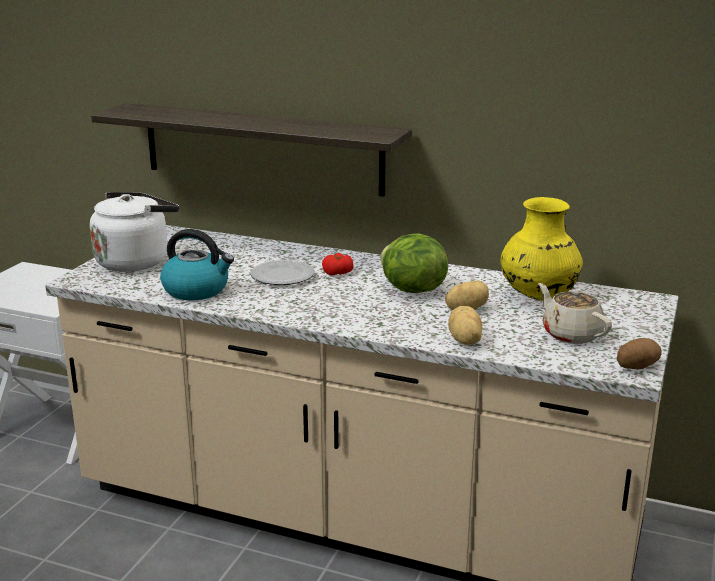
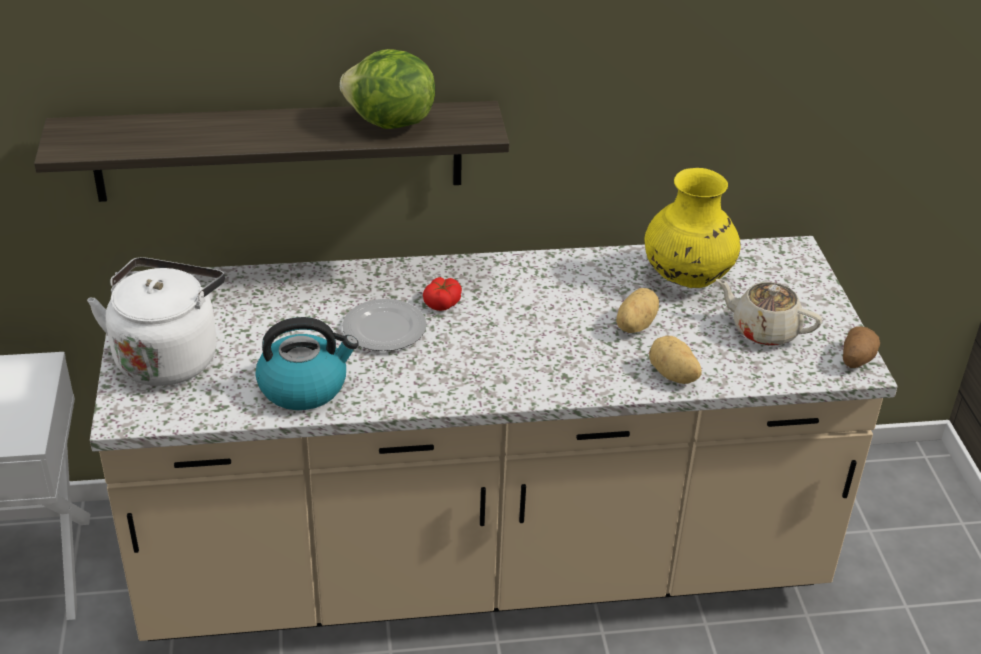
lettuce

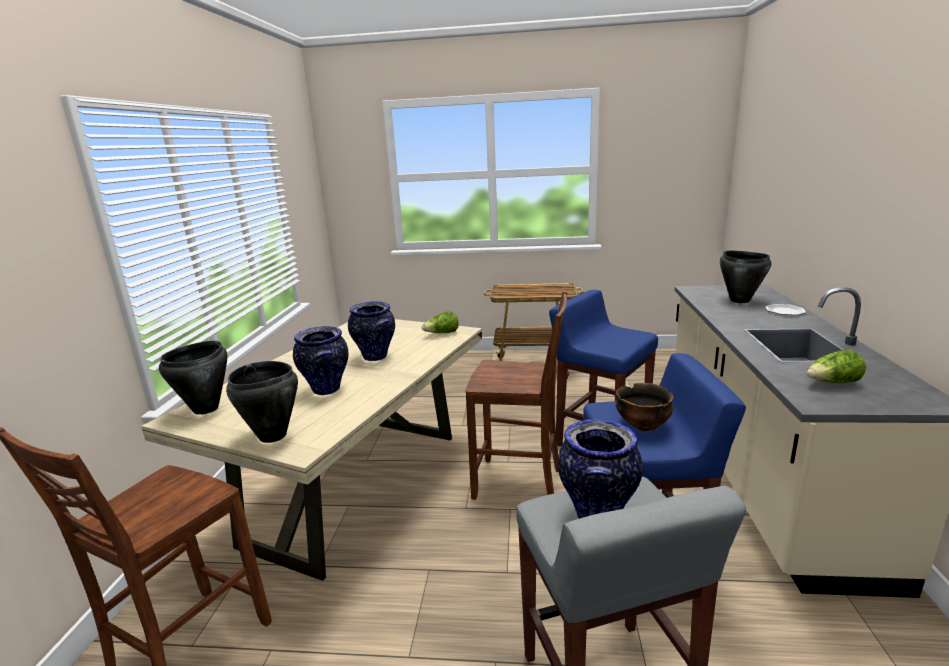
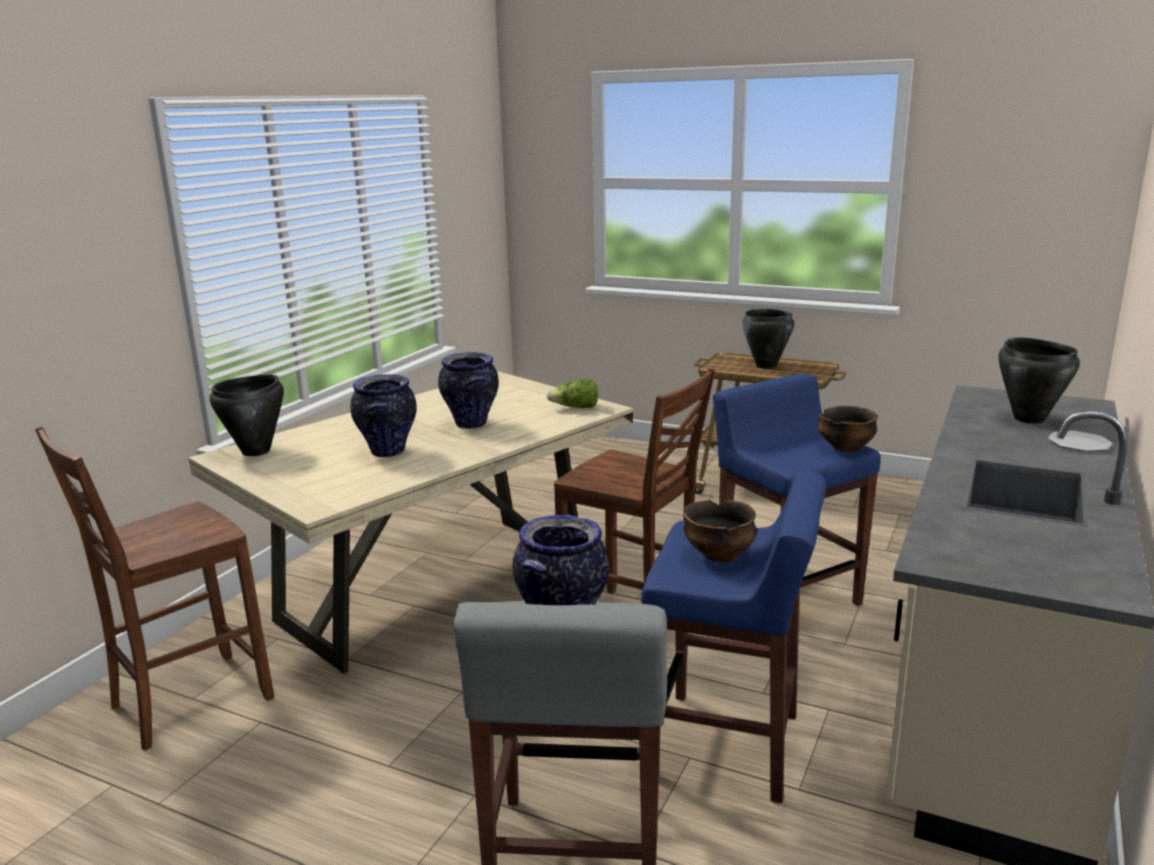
black cooking pot (2nd from left)
bowl (2nd from left)
lettuce (2nd from left in the first image)

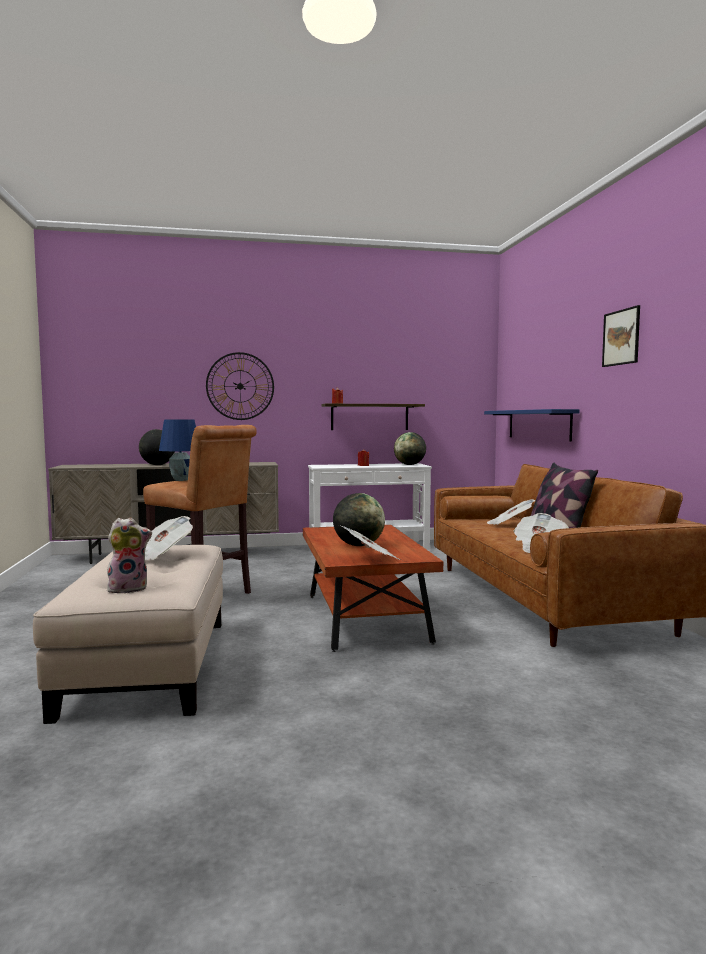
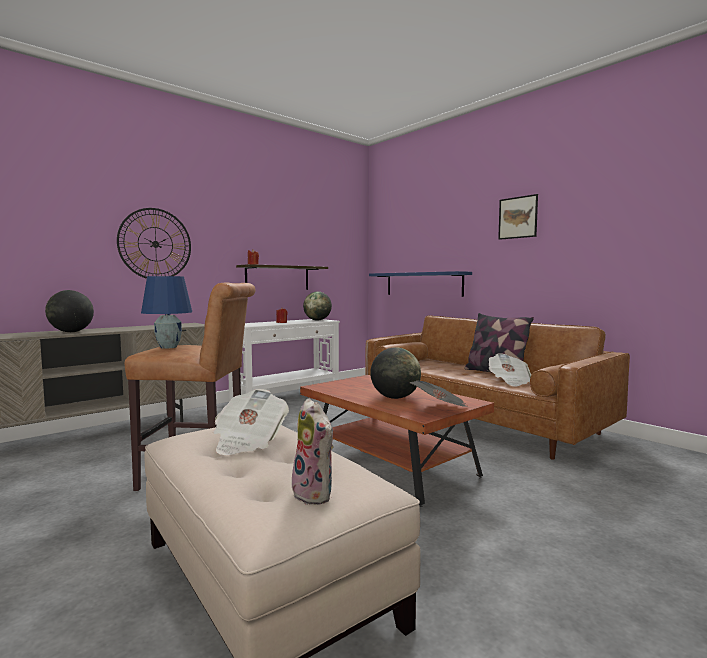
plush toy
newspaper (3rd from left in the first image)

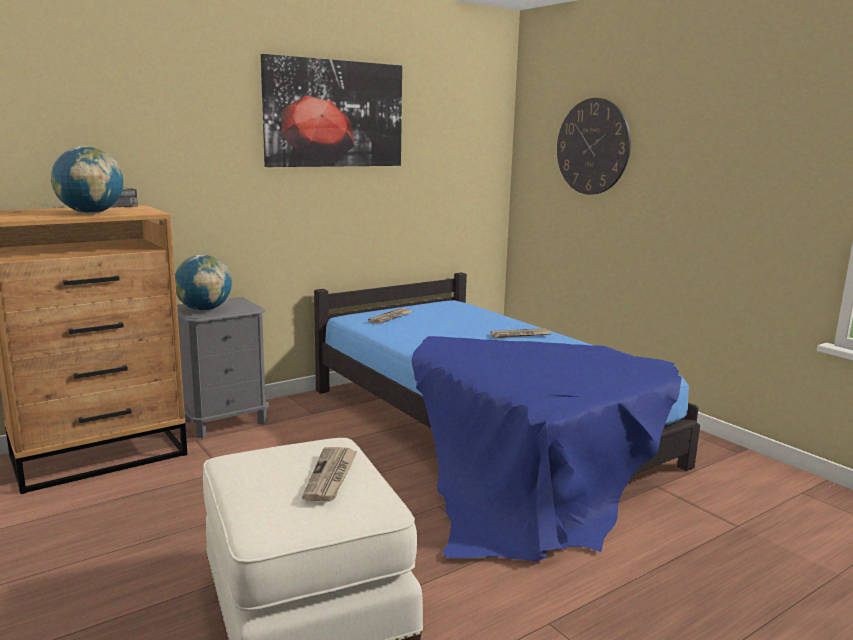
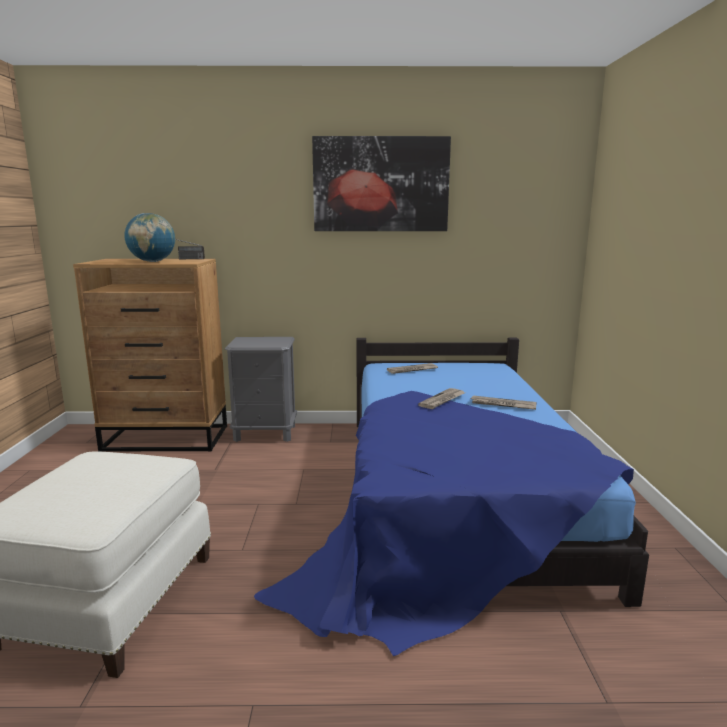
newspaper (2nd from left)
globe (2nd from left in the first image)
wall clock

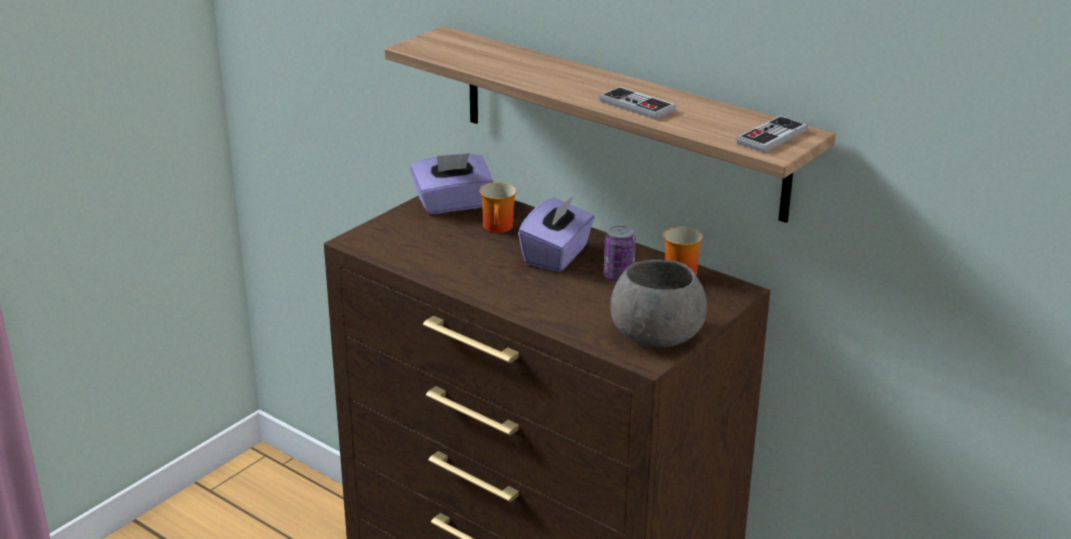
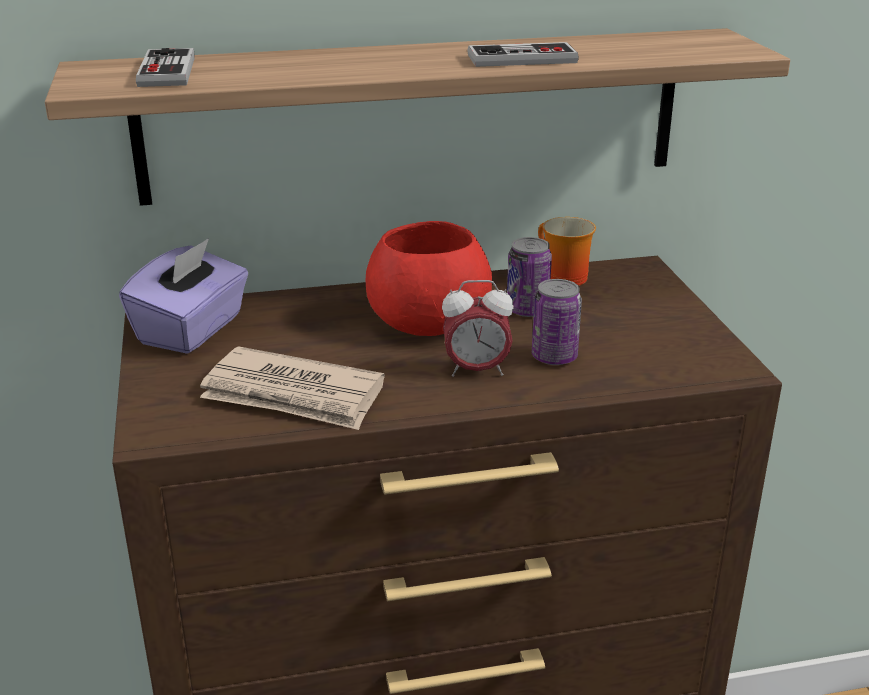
game controller (1st from left)
newspaper
red bowl
alarm clock
can (2nd from left)
mug (1st from left in the first image)
grey bowl

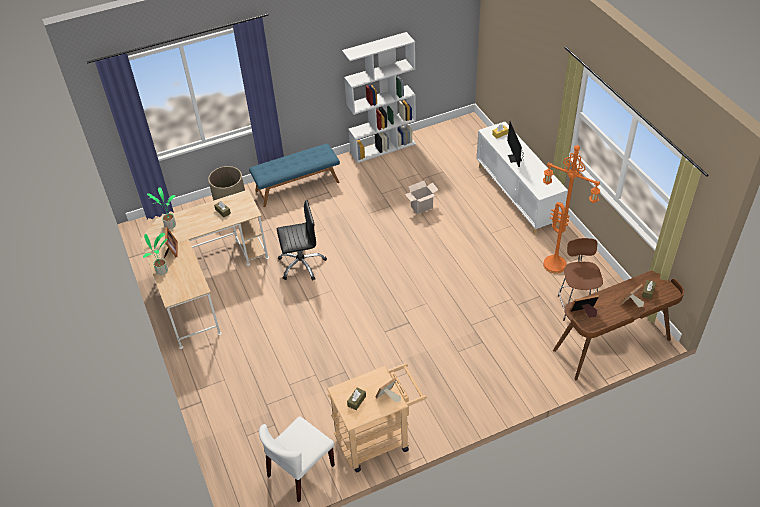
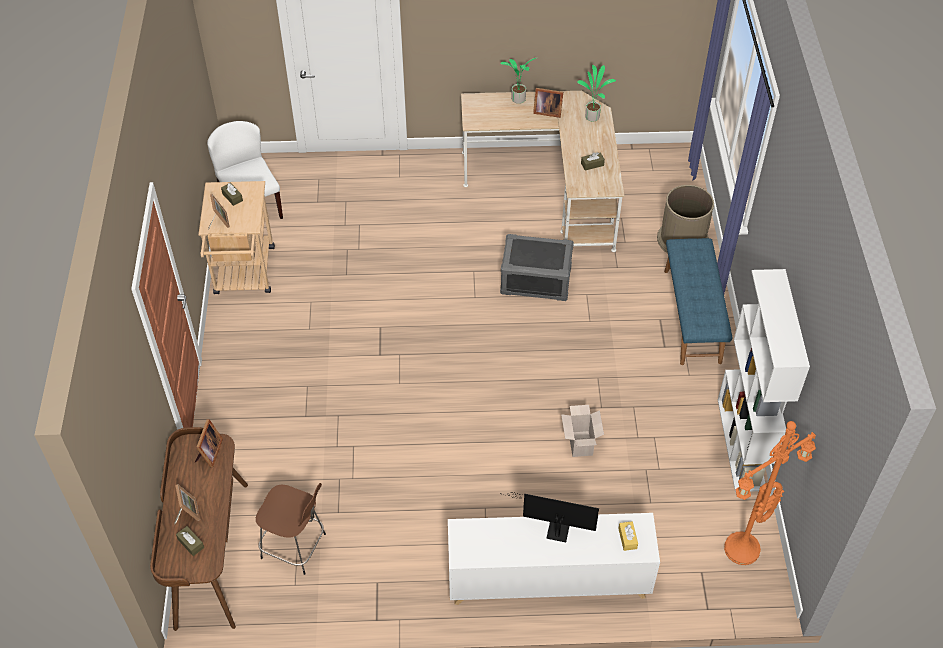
grey storage box
orange floor lamp

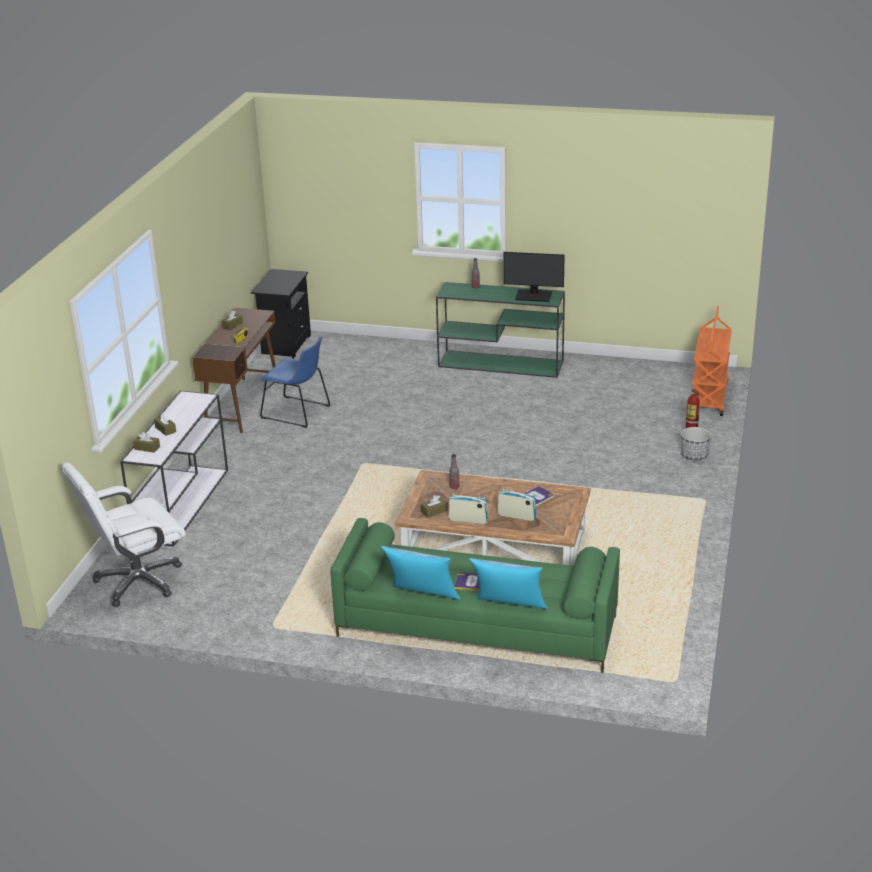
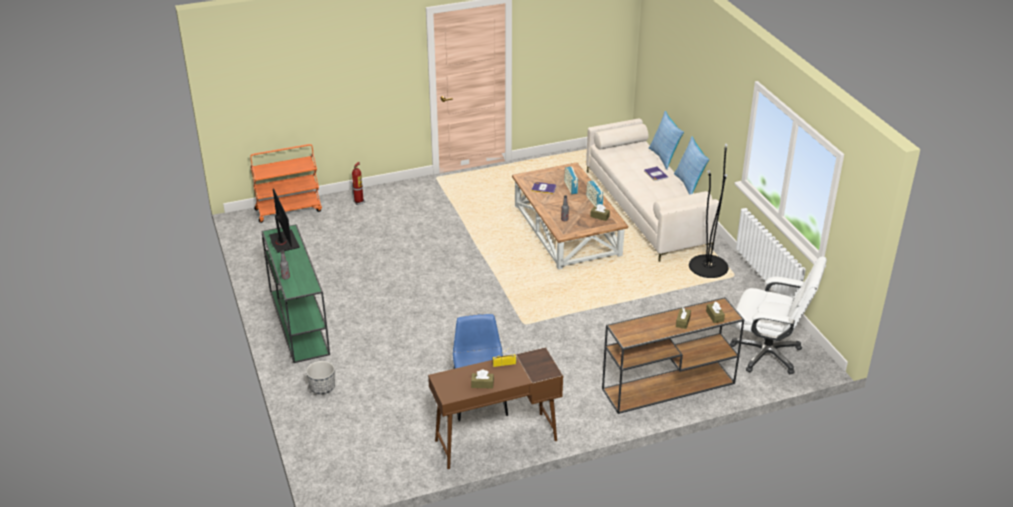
planter
beige sofa
brown console table
black floor lamp
black nightstand

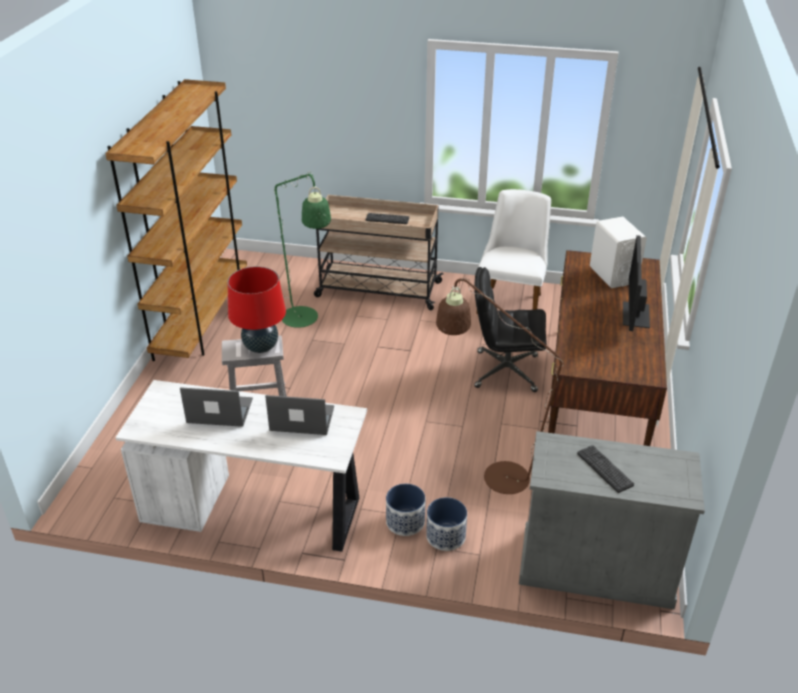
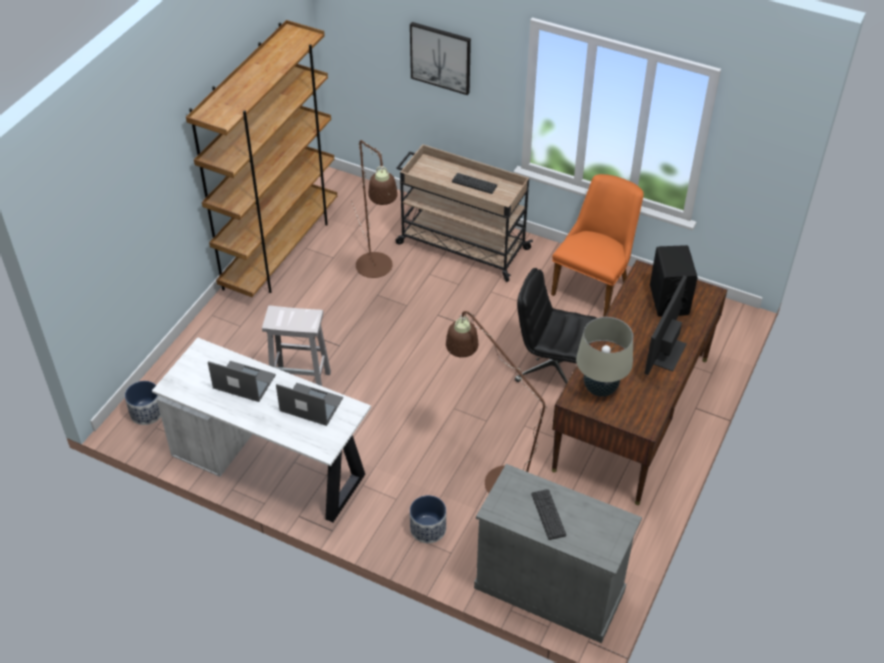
planter (1st from left)
brown floor lamp (1st from left)
picture
orange chair
beige table lamp
black speaker
red table lamp

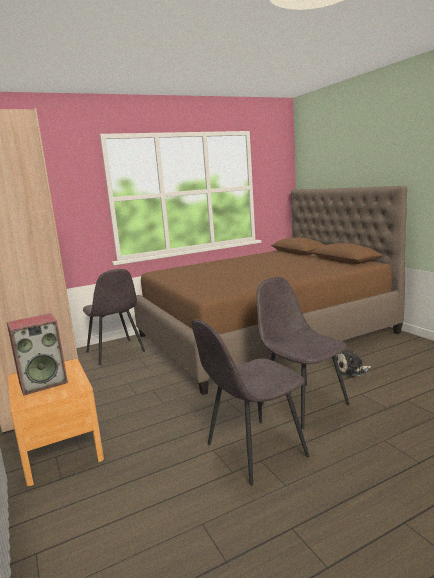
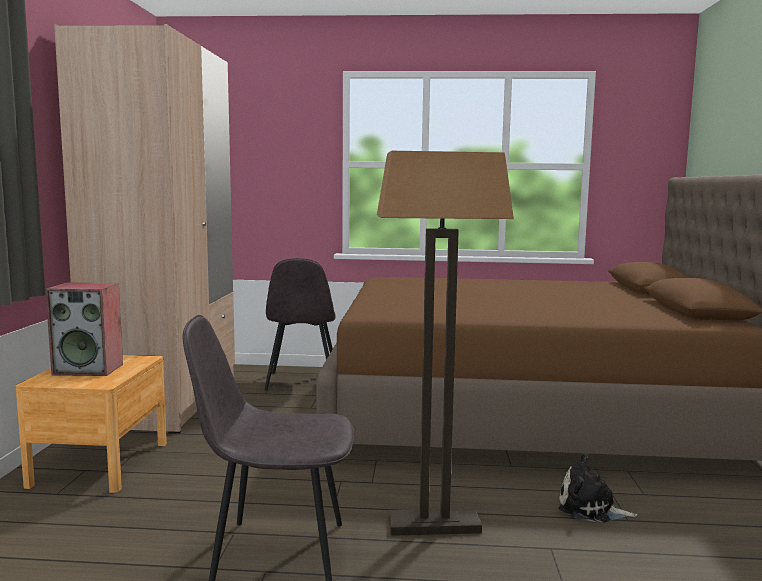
floor lamp

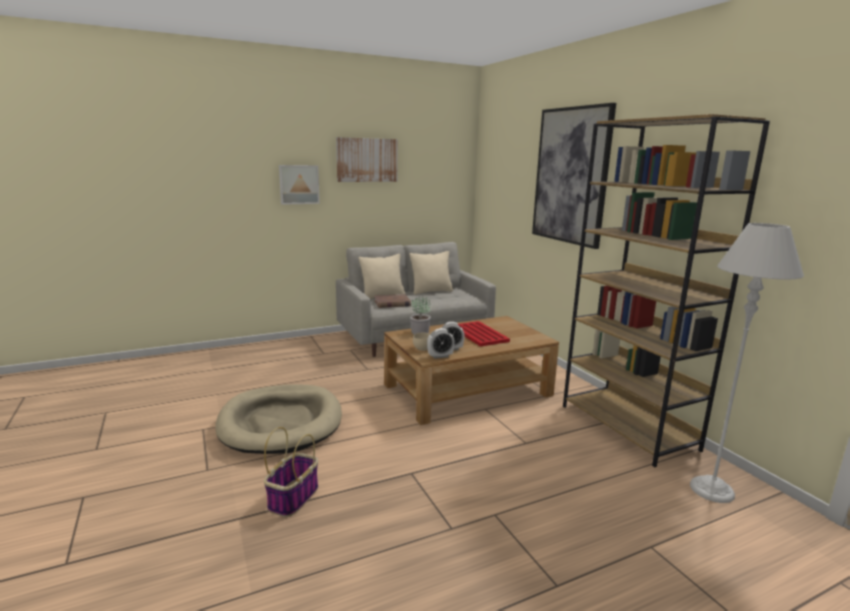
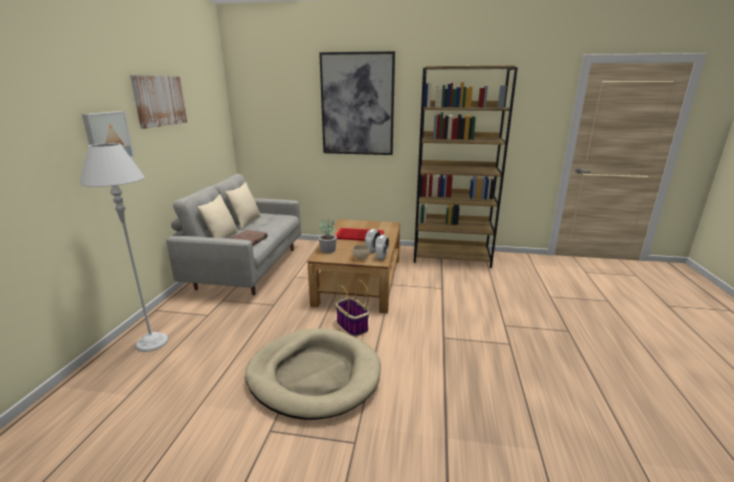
grey floor lamp
basket

